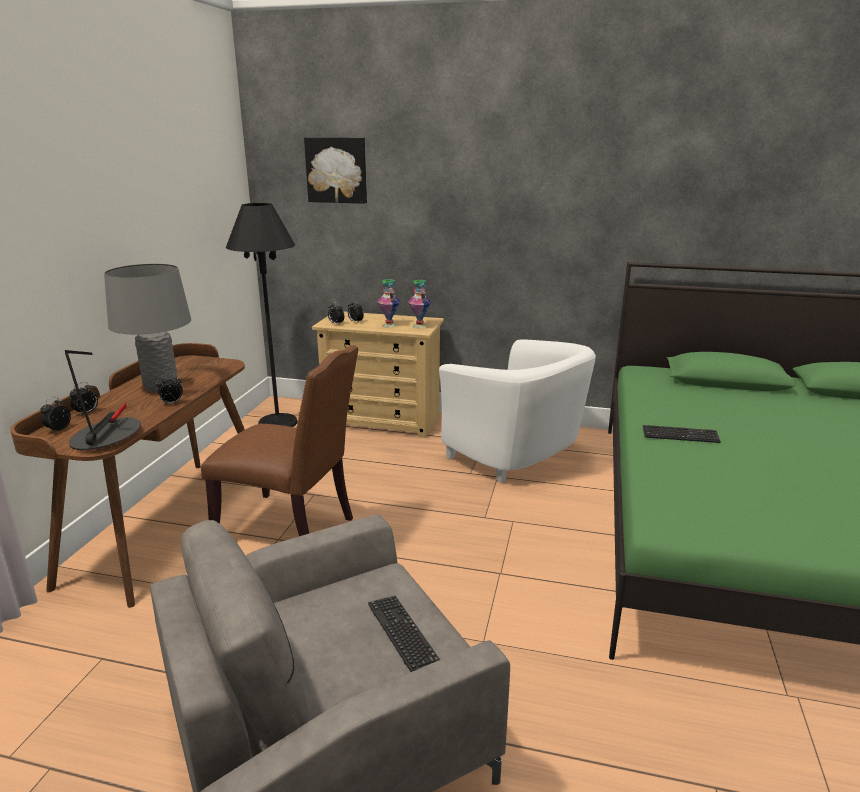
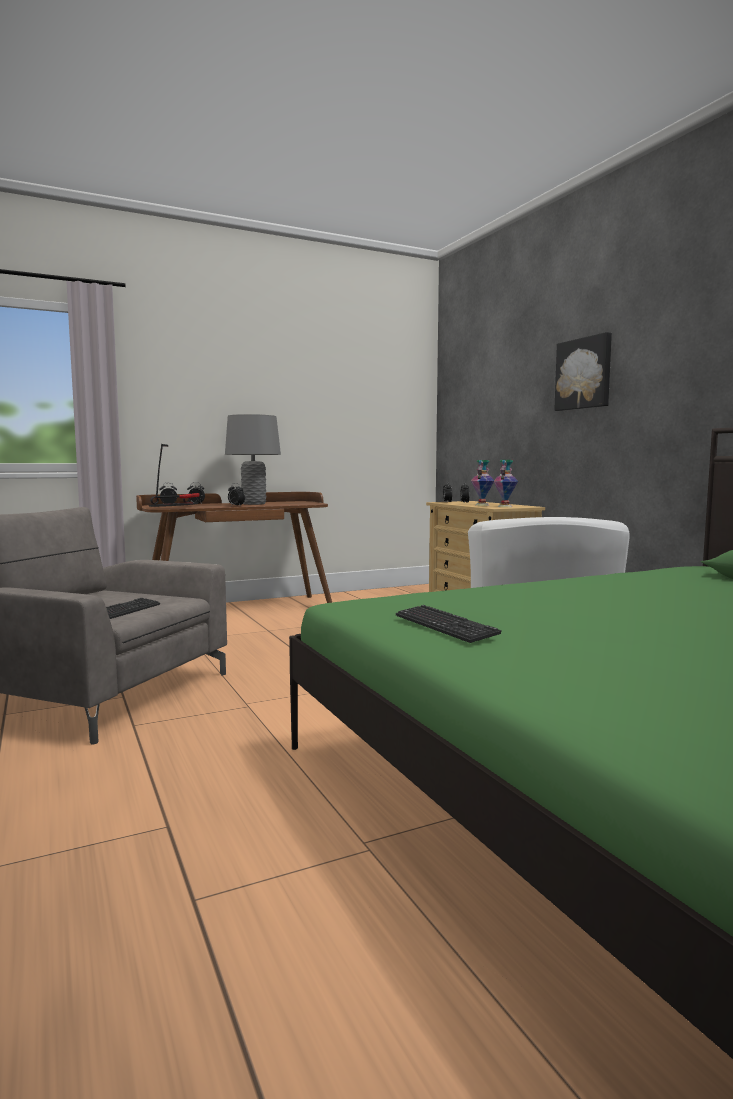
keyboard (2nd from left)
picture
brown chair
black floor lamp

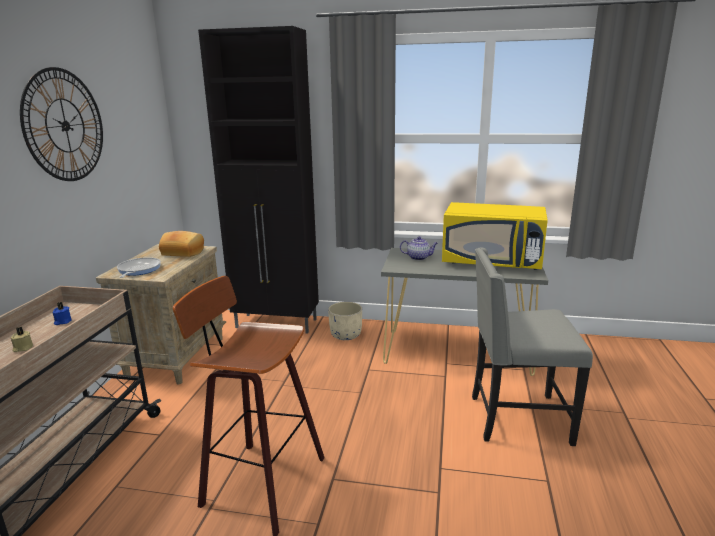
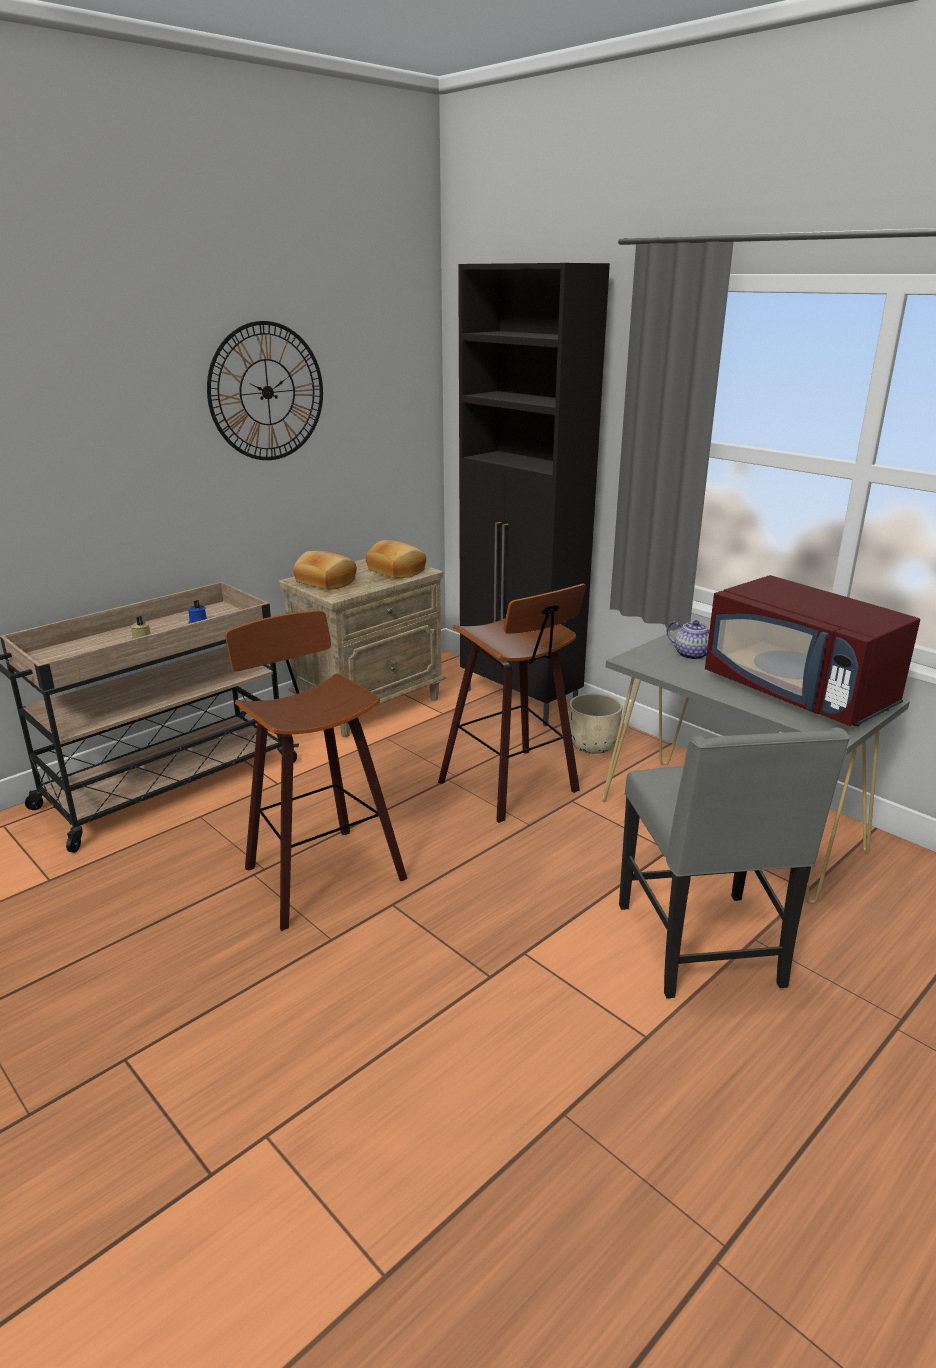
bread (1st from left)
stool (2nd from left)
grey chair
red microwave

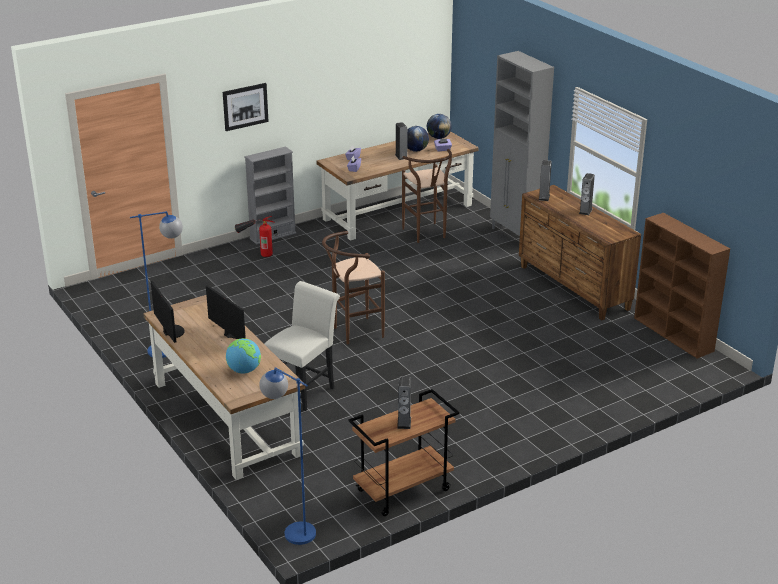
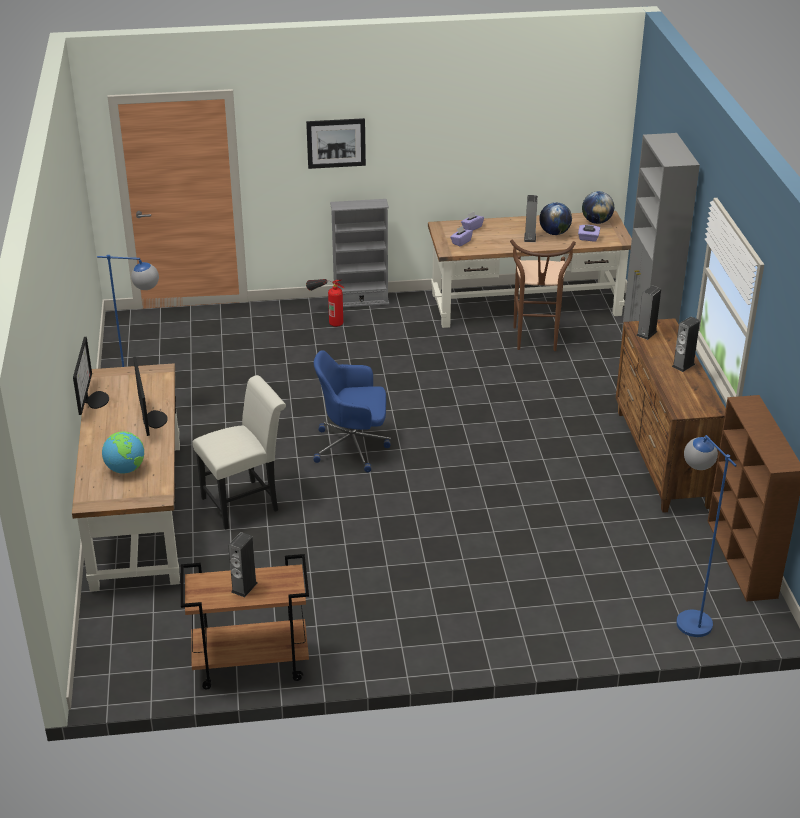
blue office chair
blue floor lamp (2nd from left)

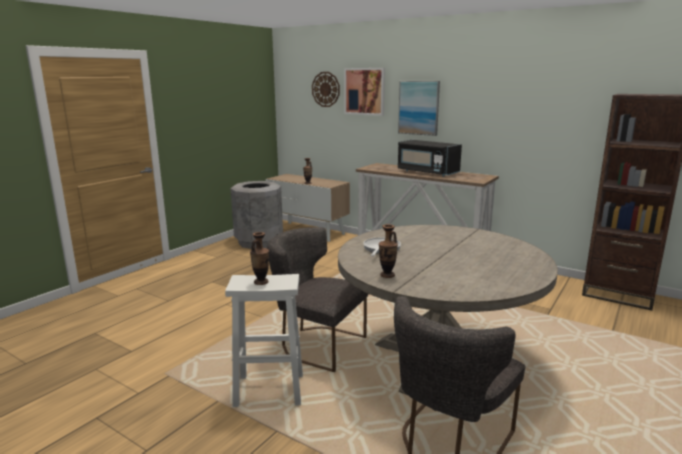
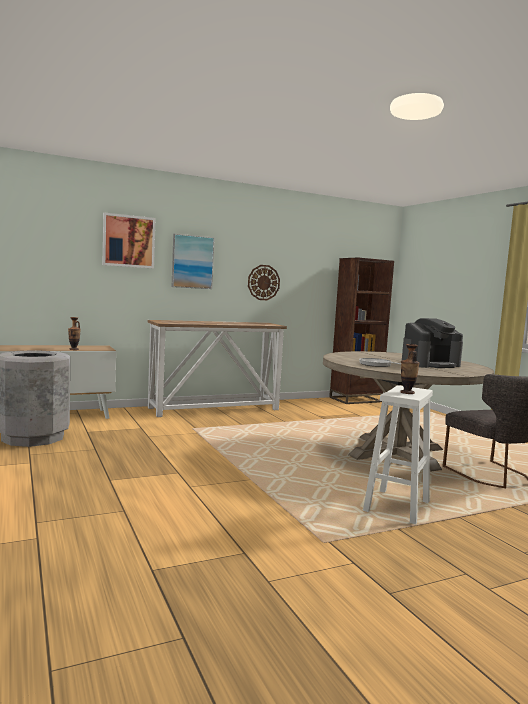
wall clock
coffee machine
grey chair (1st from left in the first image)
vase (3rd from left in the first image)
black microwave

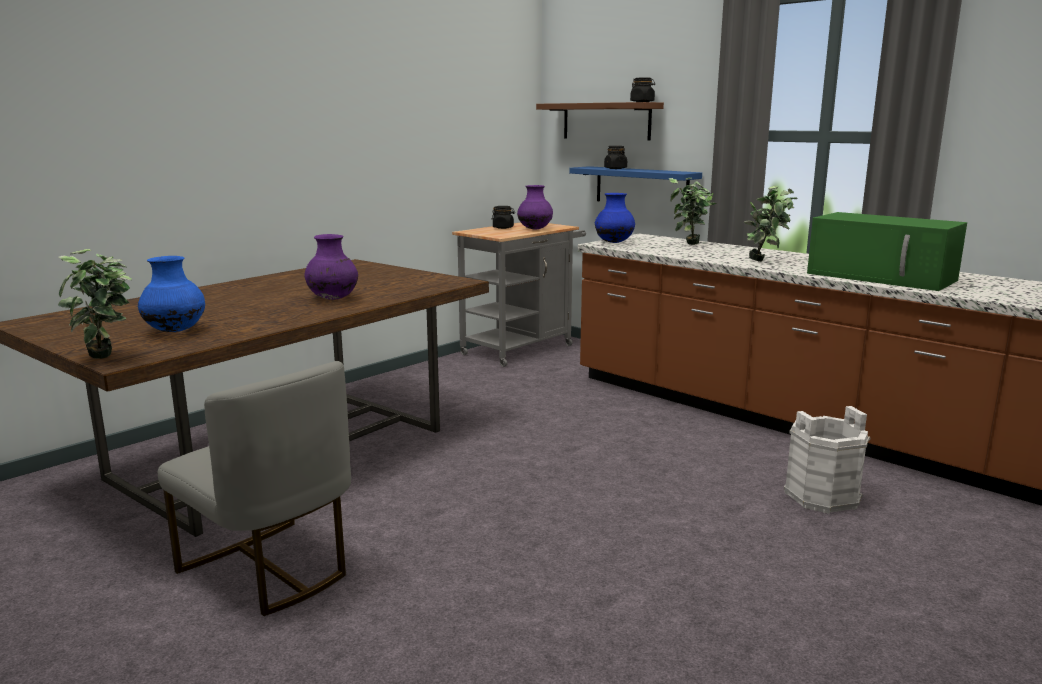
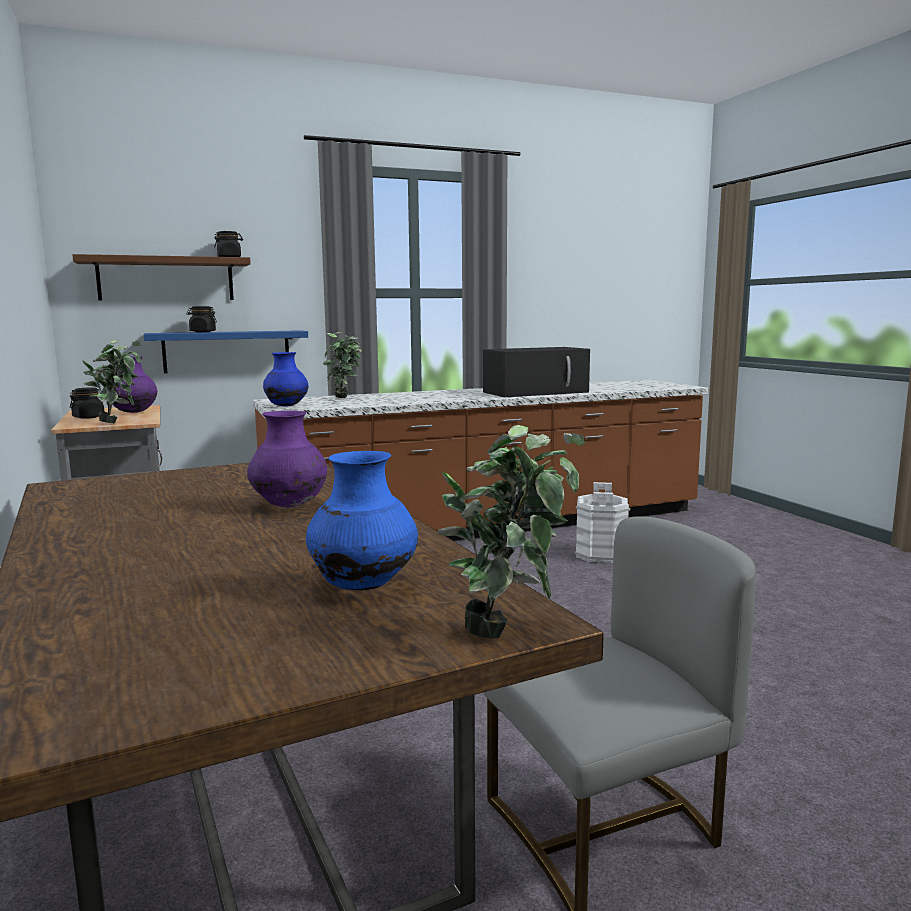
potted plant (1st from left)
black microwave

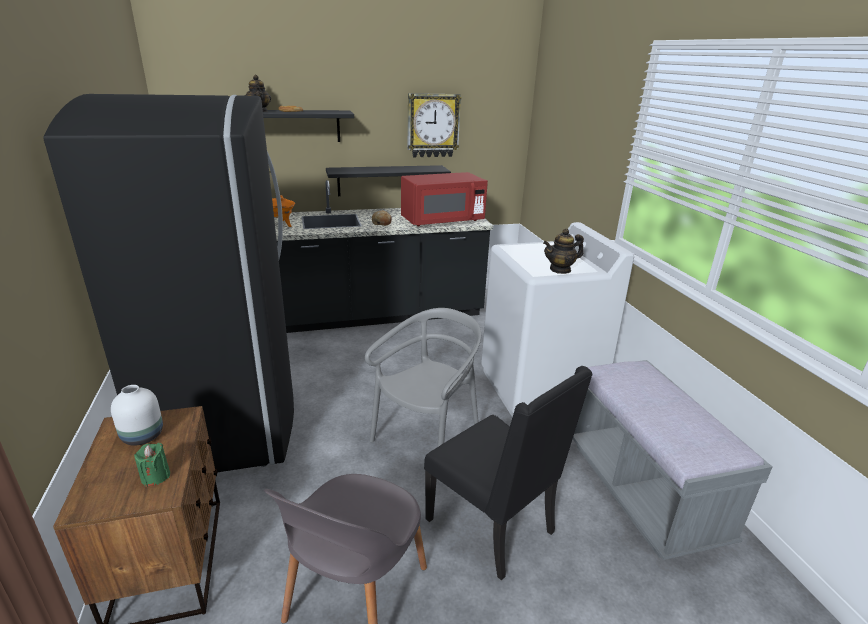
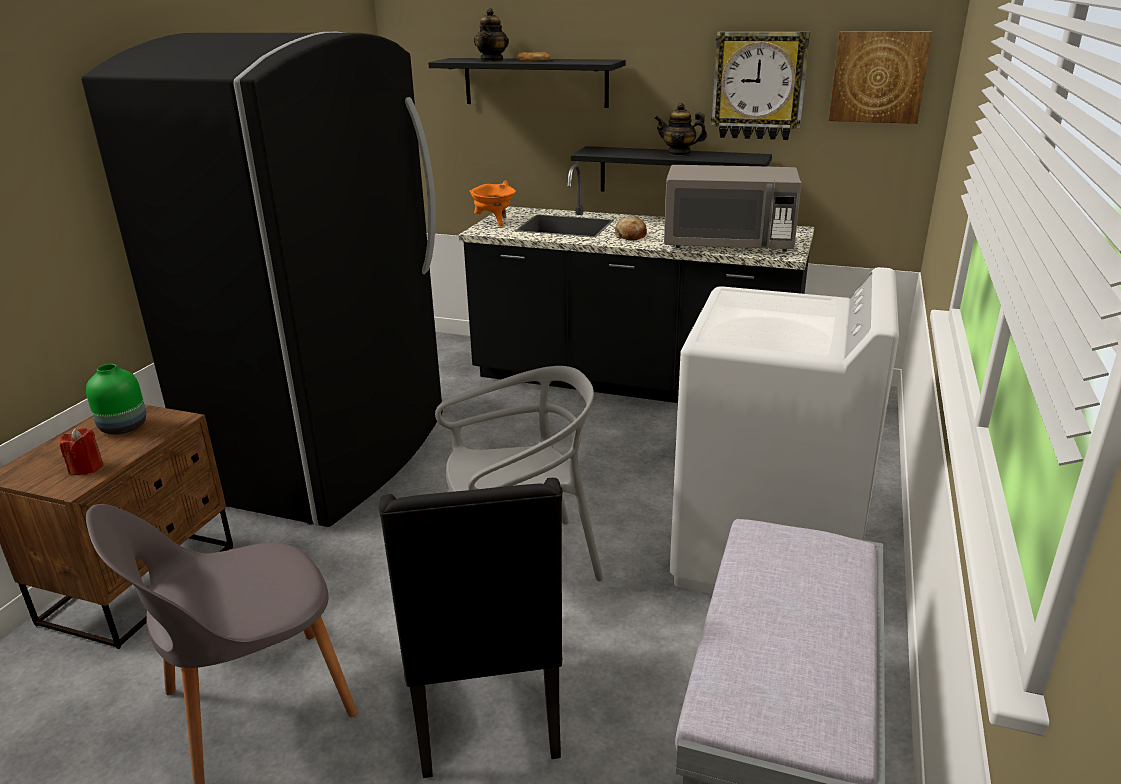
red candle
green vase
teapot (2nd from left)
grey microwave
picture

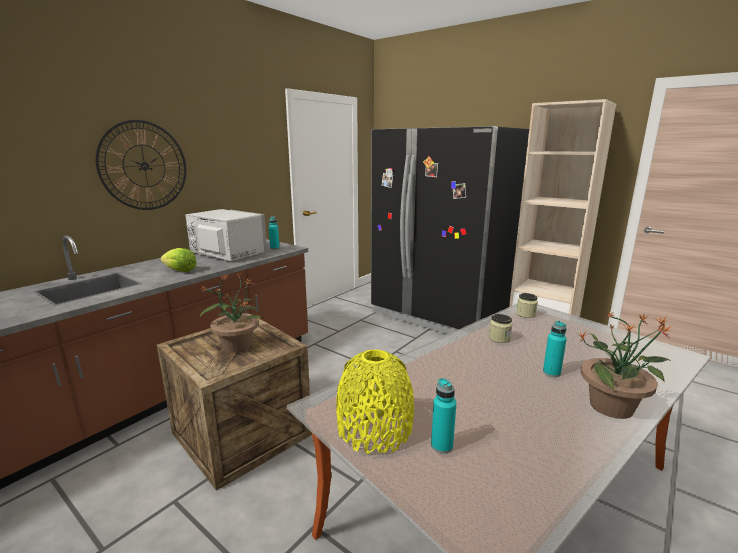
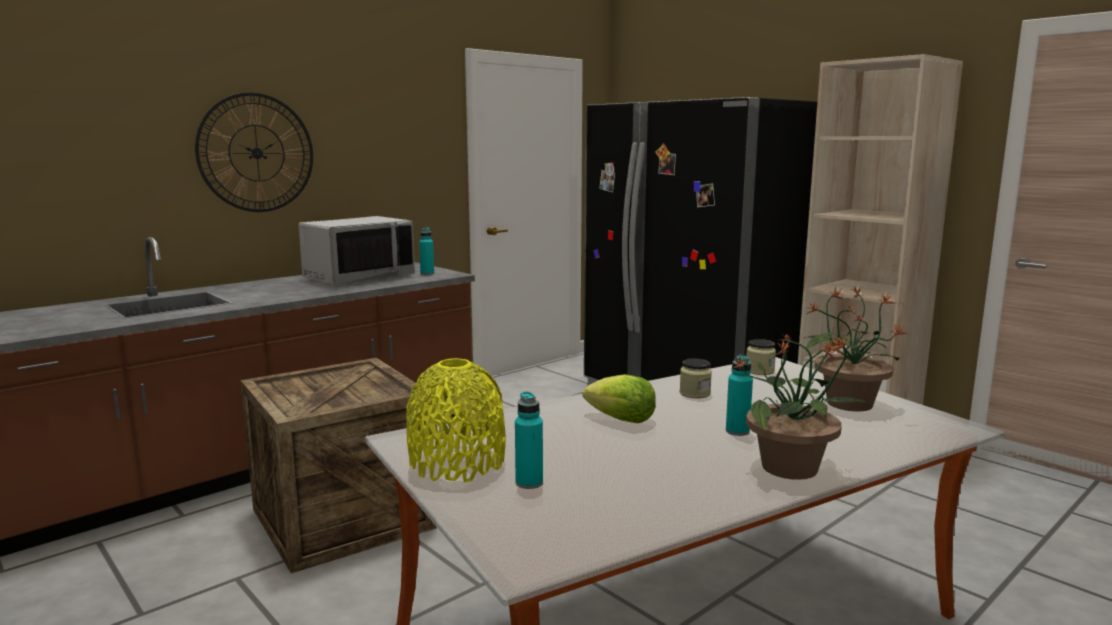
grey microwave
lettuce
potted plant (2nd from left)

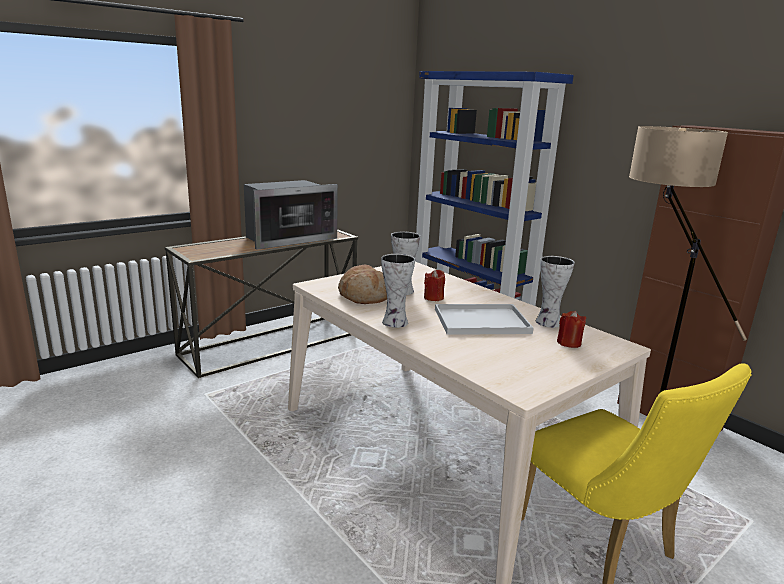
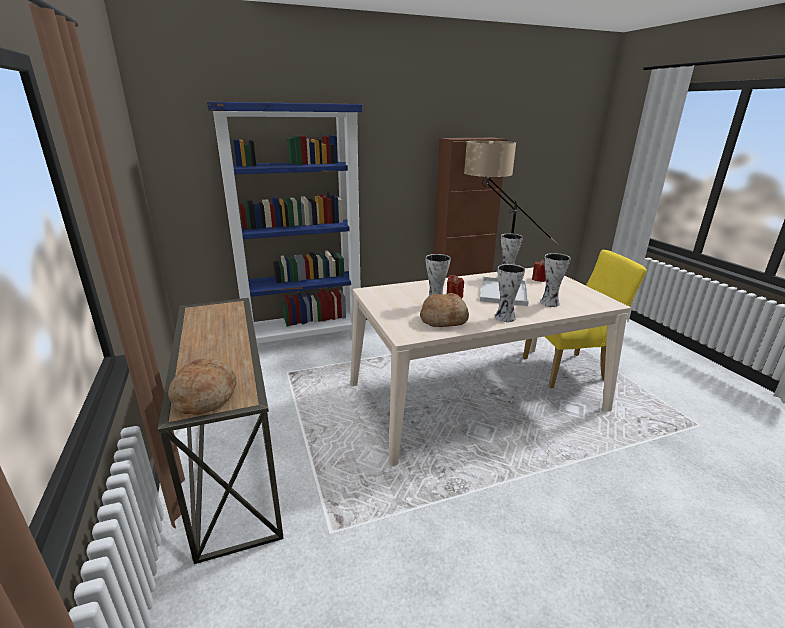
bread (1st from left)
vase (4th from left)
microwave

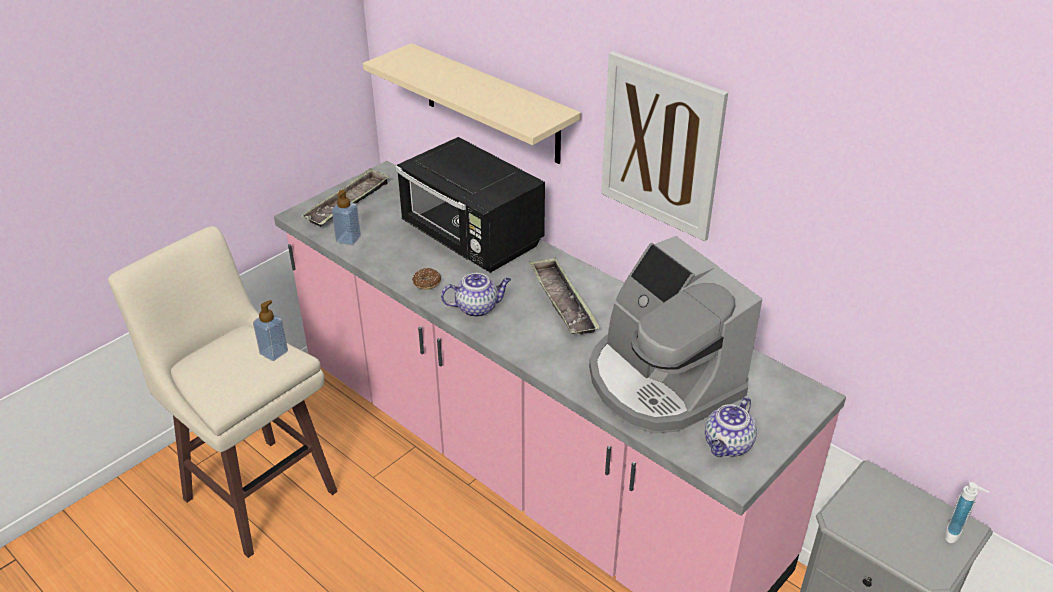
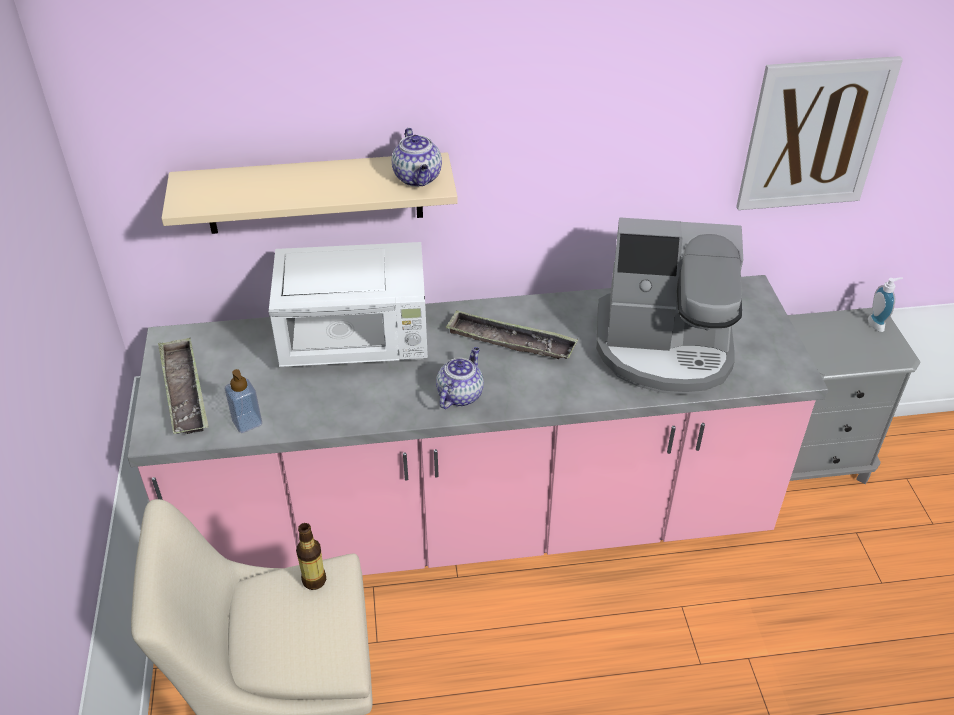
white microwave
bottle
teapot (1st from left)
picture
donut

